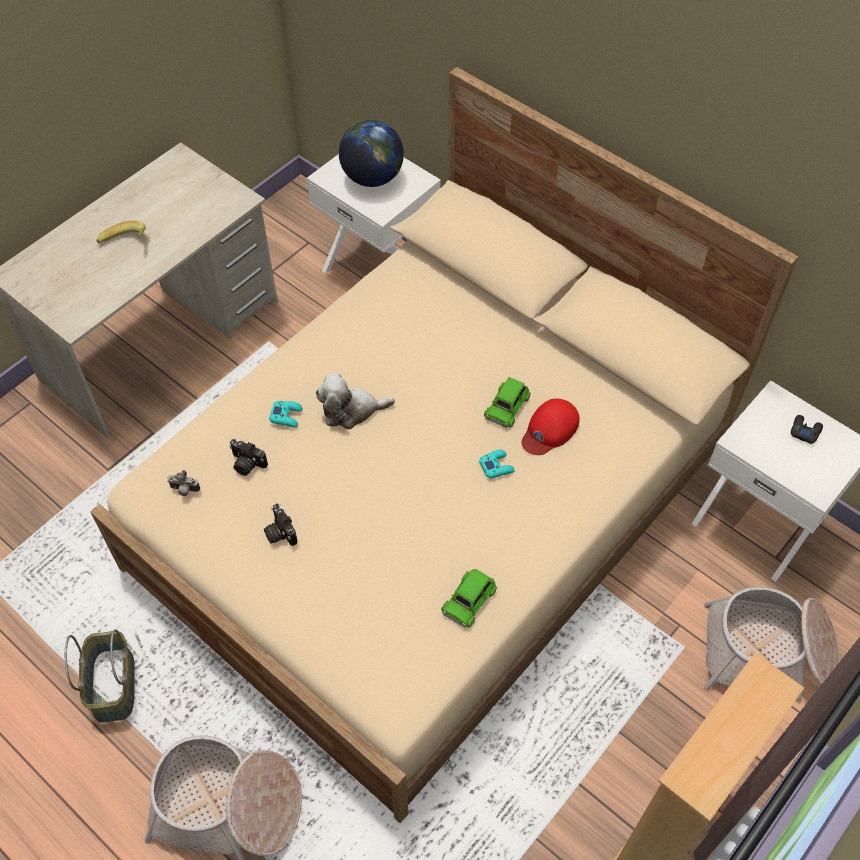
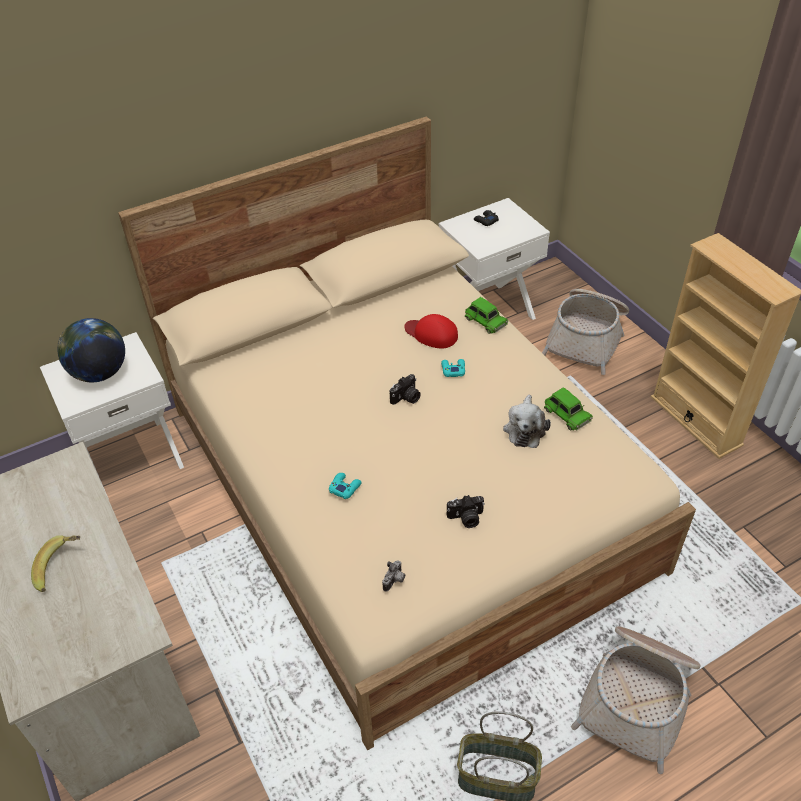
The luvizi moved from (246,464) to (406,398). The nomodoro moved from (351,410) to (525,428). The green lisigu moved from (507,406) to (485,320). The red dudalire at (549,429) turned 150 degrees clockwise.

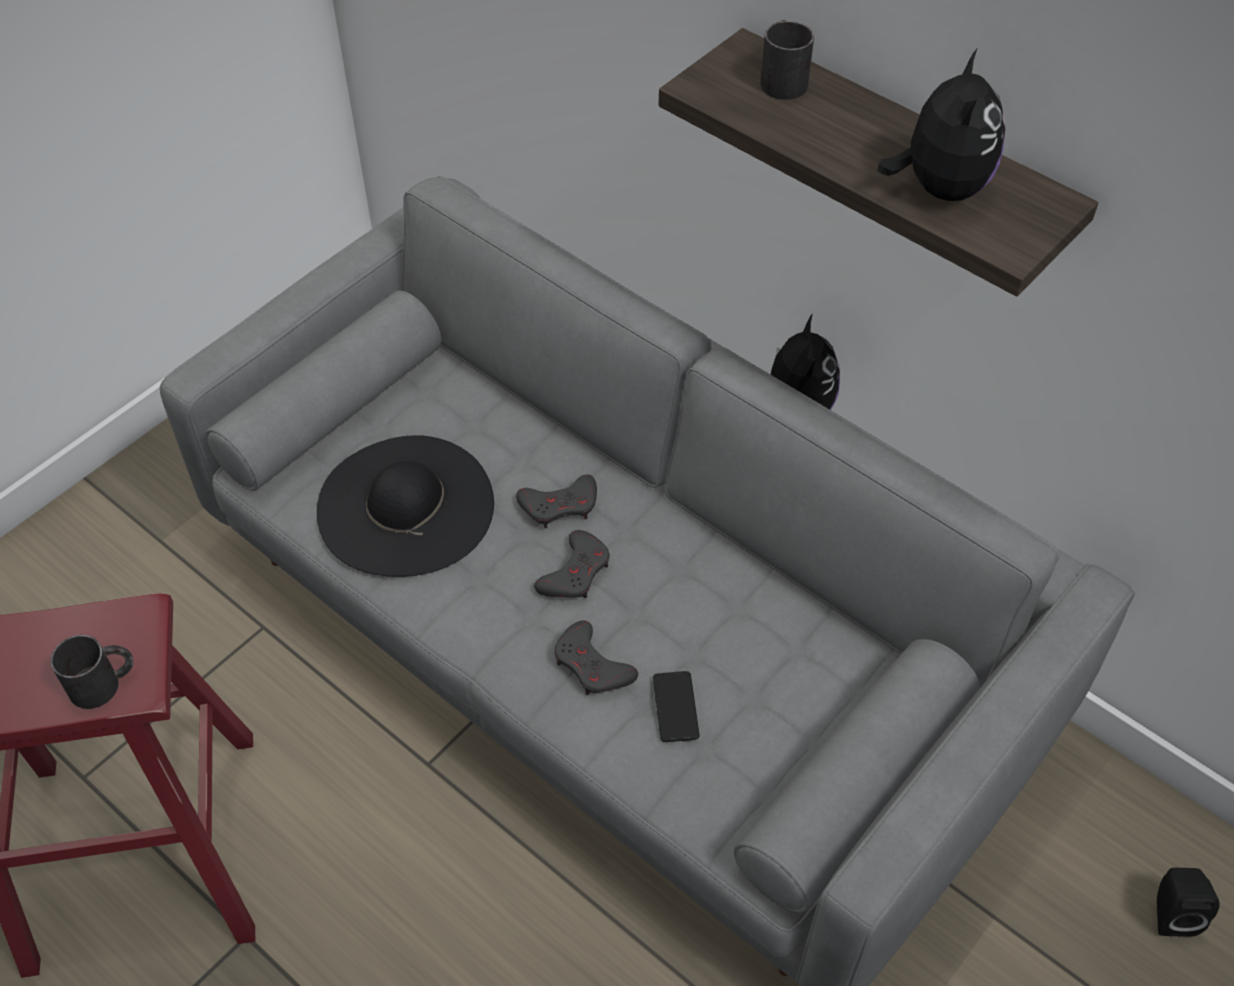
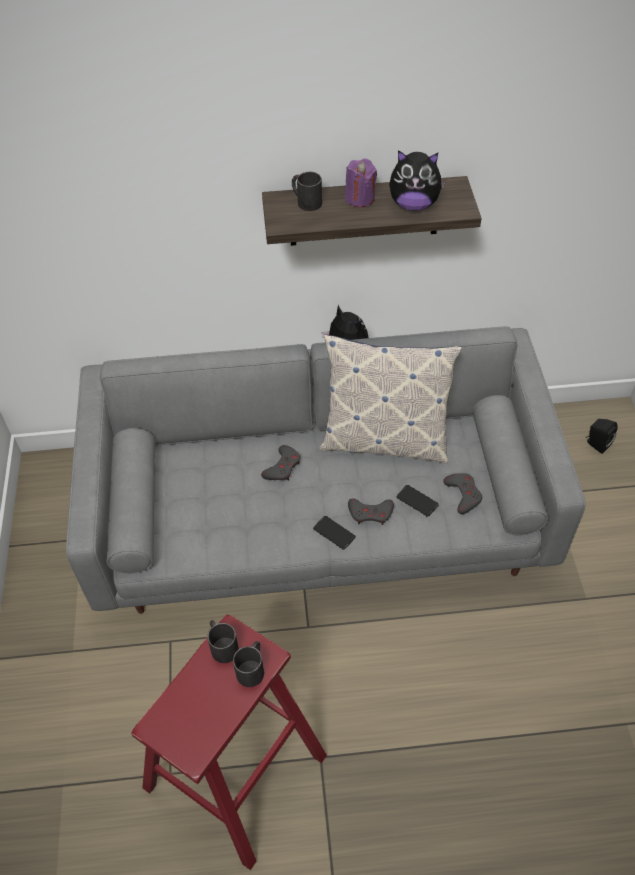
The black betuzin at (405,506) disappeared. The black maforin at (222,645) appeared. The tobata at (334,533) appeared. The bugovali at (384,440) appeared. The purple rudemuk at (360,198) appeared. The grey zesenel moved from (575,572) to (463,494). The nomodoro at (939,187) turned 135 degrees clockwise.

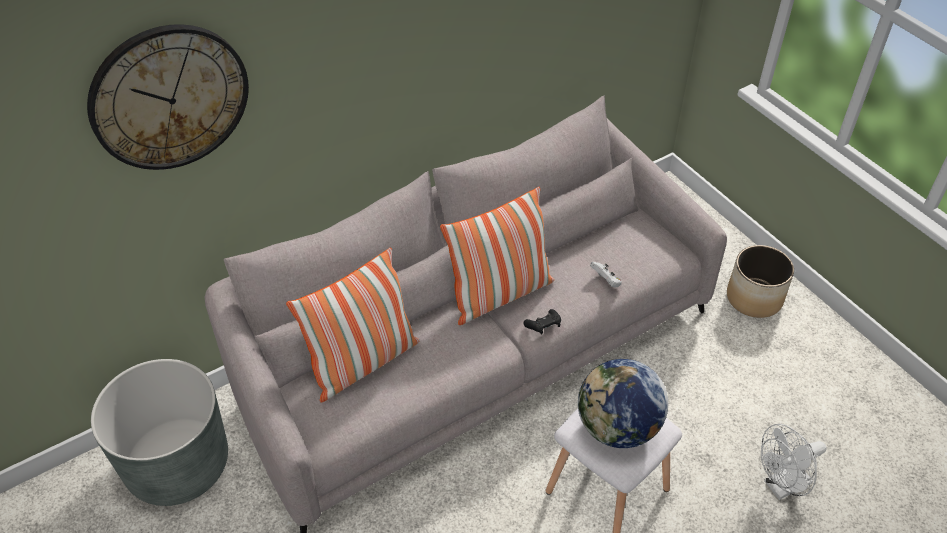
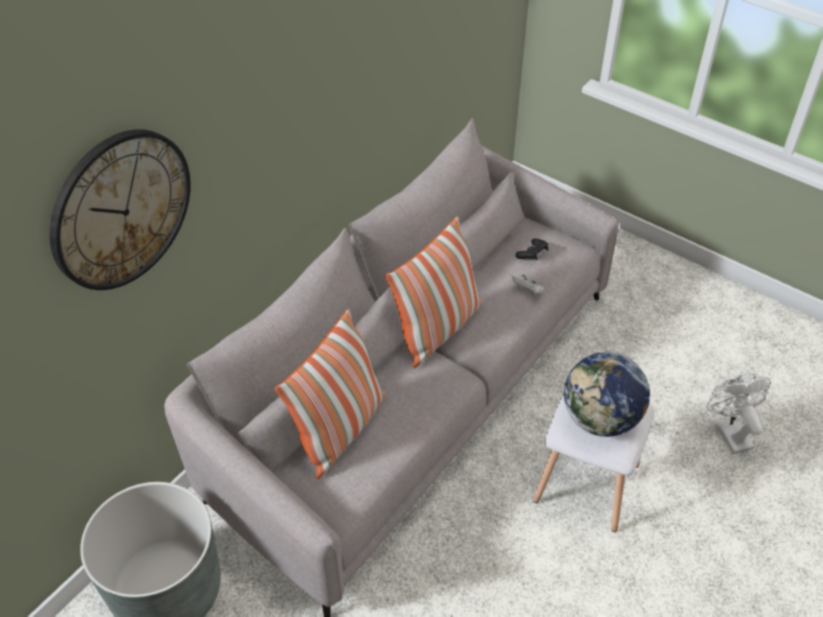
The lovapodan at (754,298) disappeared. The black zesenel moved from (543,326) to (532,254). The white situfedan at (782,486) turned 120 degrees clockwise.

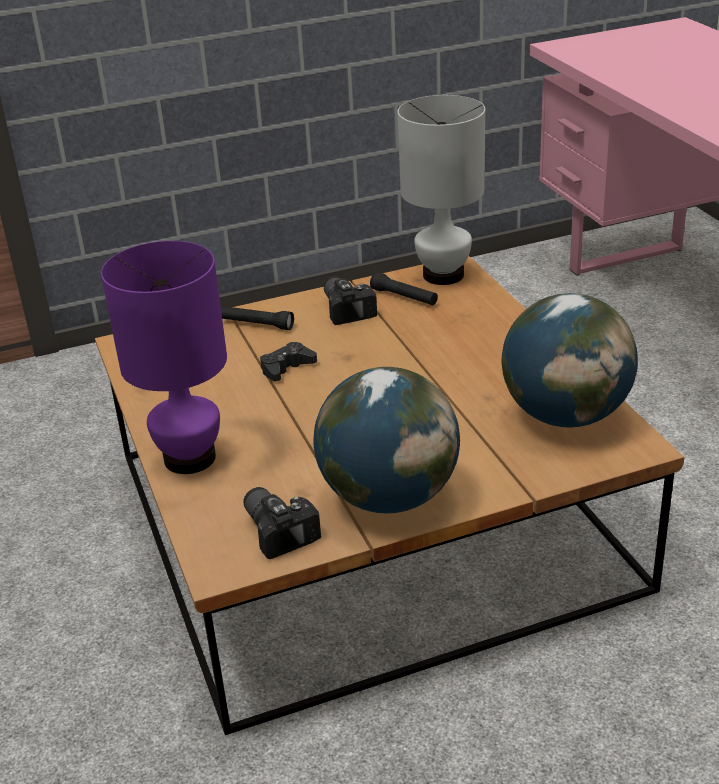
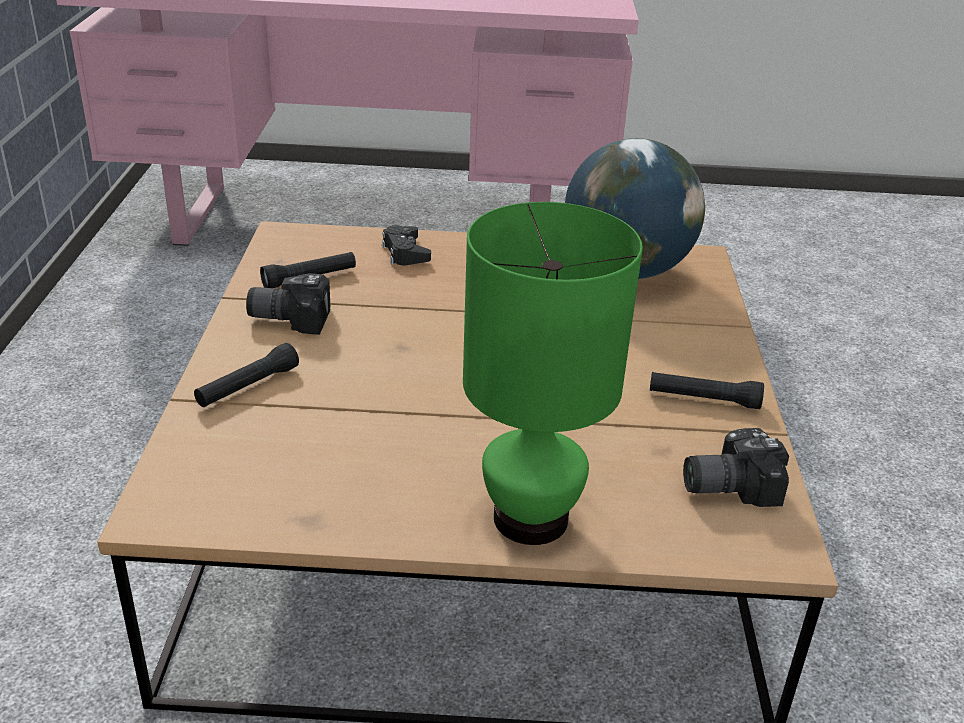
The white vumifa at (444,275) disappeared. The black zesenel moved from (287,368) to (405,252). The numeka at (388,497) was replaced by the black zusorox at (703,399). The purple vumifa at (188,459) became the green vumifa at (531,520).

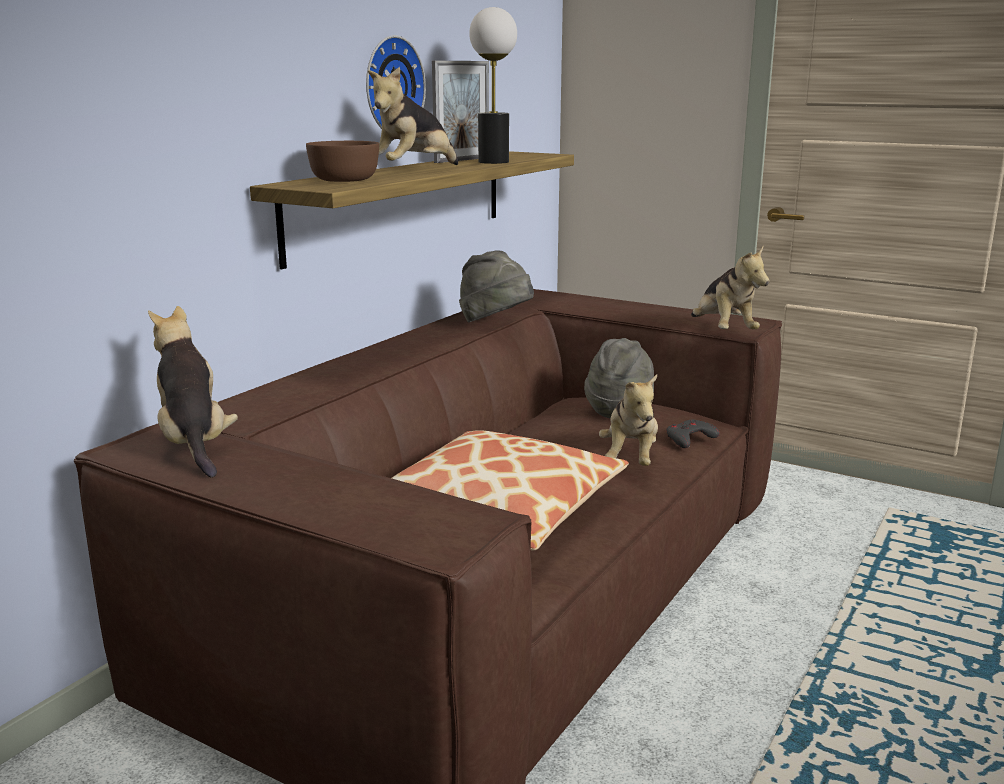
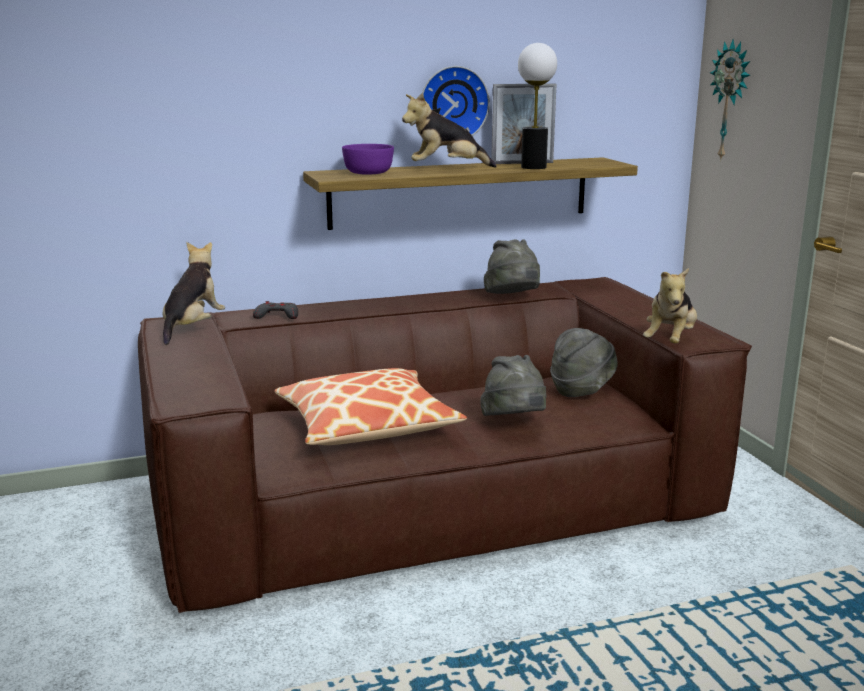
The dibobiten at (731,101) appeared. The grey zesenel moved from (689,439) to (277,315). The nomodoro at (631,459) was replaced by the grey betuzin at (514,423). The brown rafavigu at (345,180) became the purple rafavigu at (368,172).

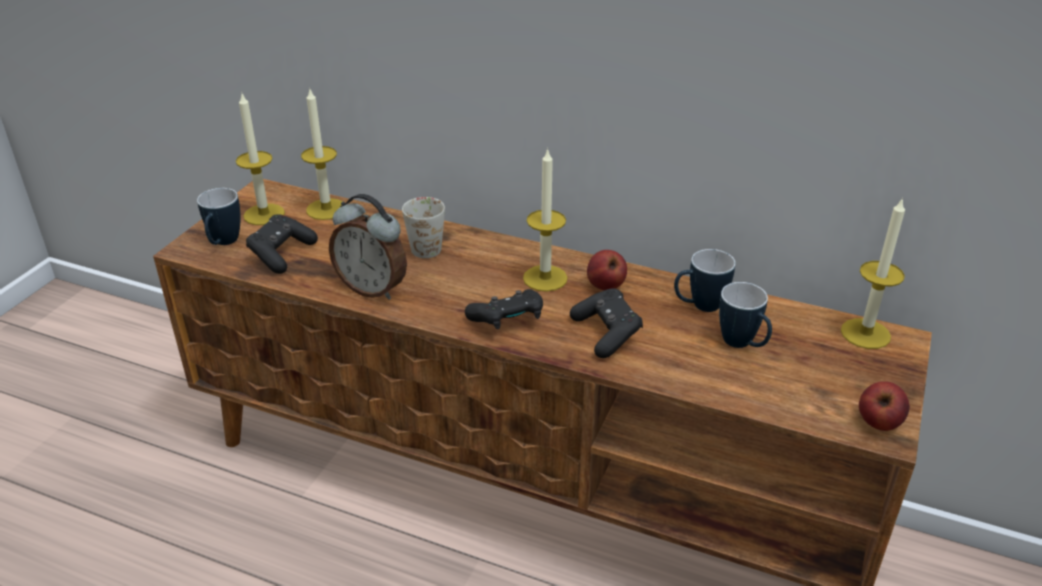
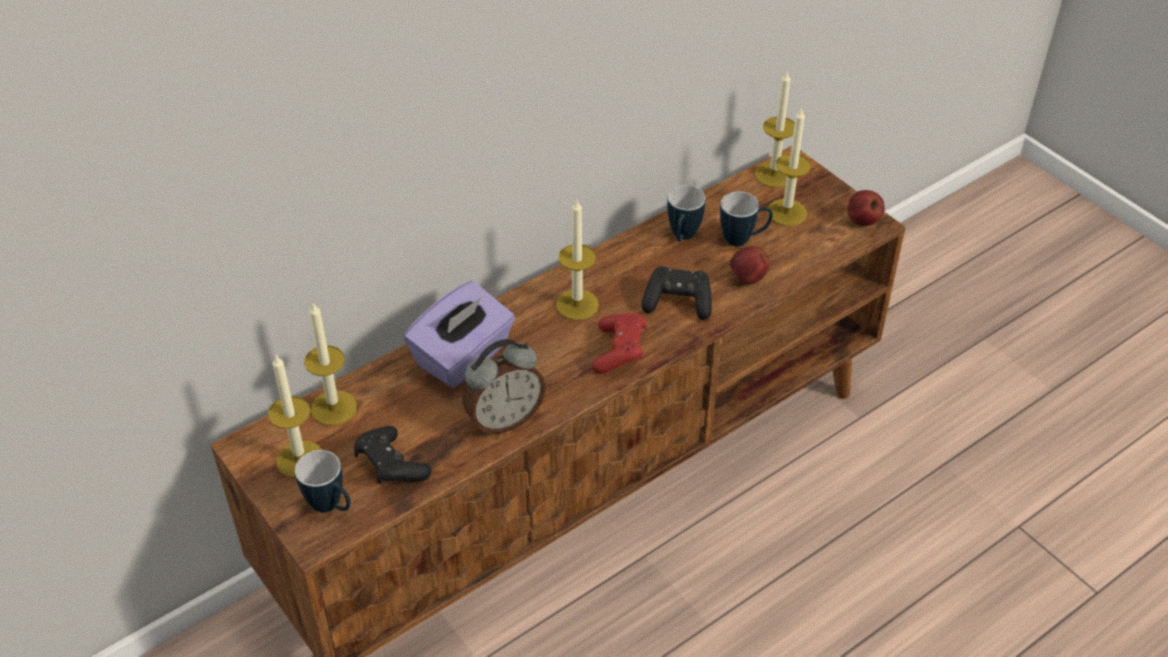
The rudemuk at (786,212) appeared. The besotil moved from (605,286) to (747,279). The white maforin at (428,244) was replaced by the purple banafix at (463,357). The black zesenel at (507,321) became the red zesenel at (619,352).

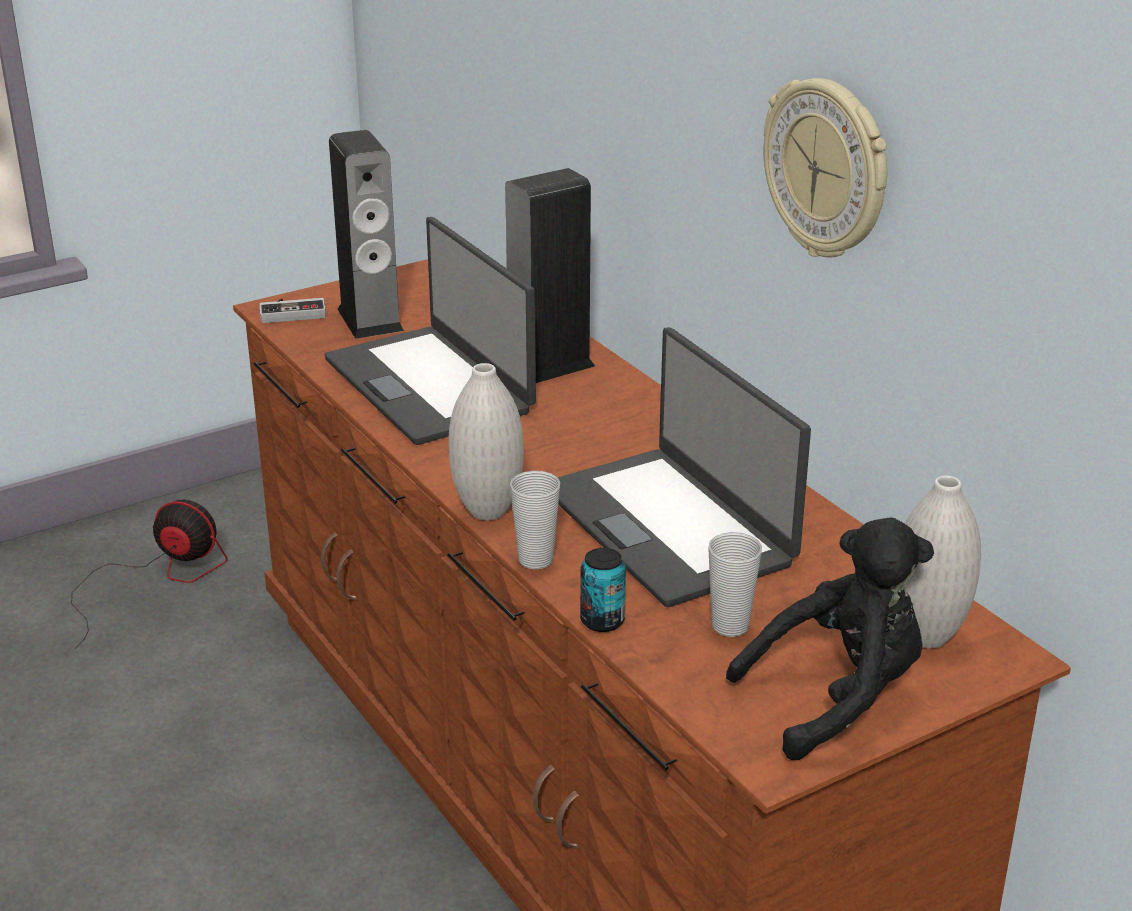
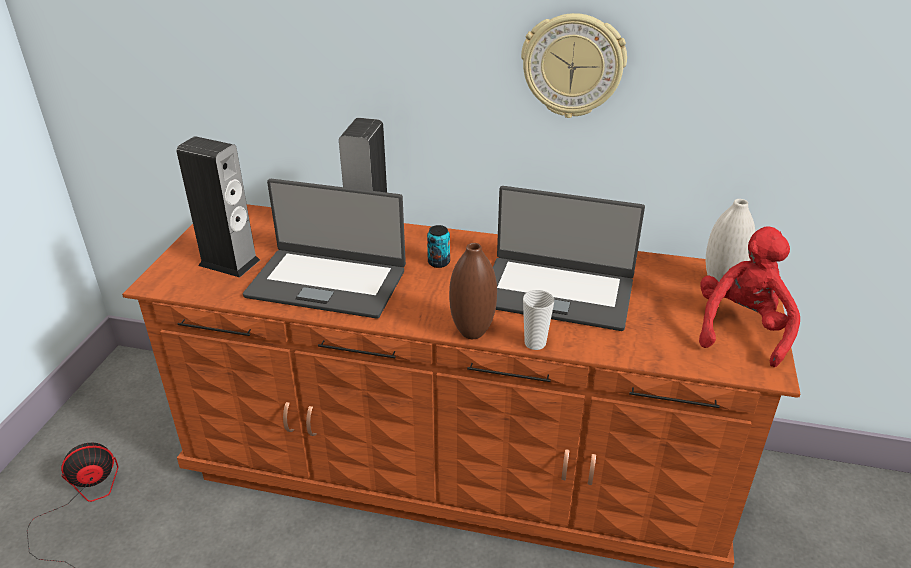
The zesenel at (292,312) disappeared. The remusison at (730,626) disappeared. The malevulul moved from (602,621) to (438,262). The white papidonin at (488,511) became the brown papidonin at (472,332). The black nomodoro at (837,698) became the red nomodoro at (741,329).

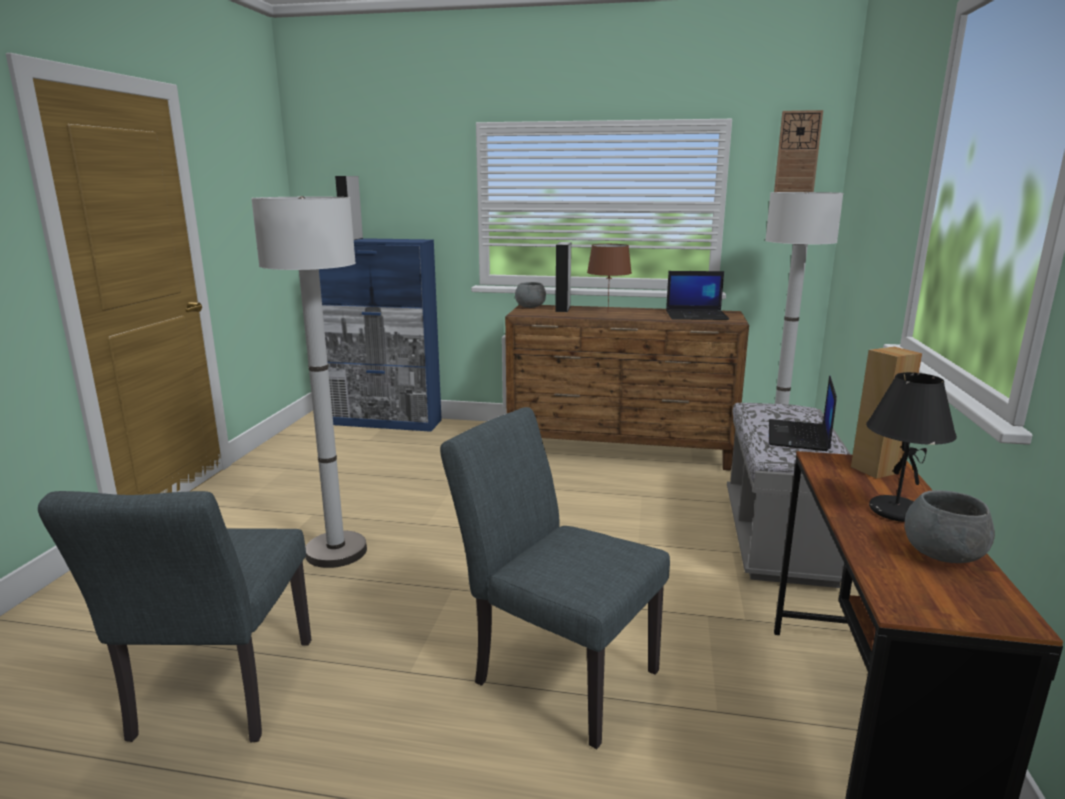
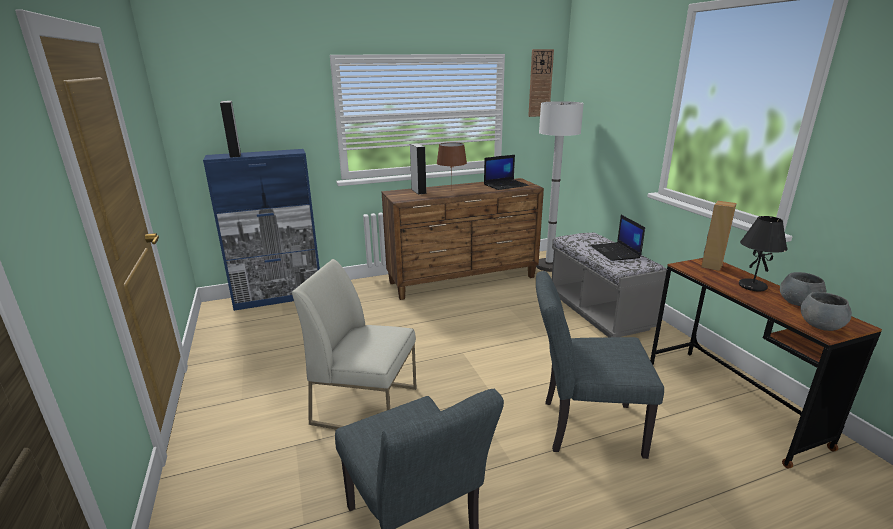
The grey rafavigu moved from (530,307) to (821,326). The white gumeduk at (336,551) was replaced by the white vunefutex at (366,405).

